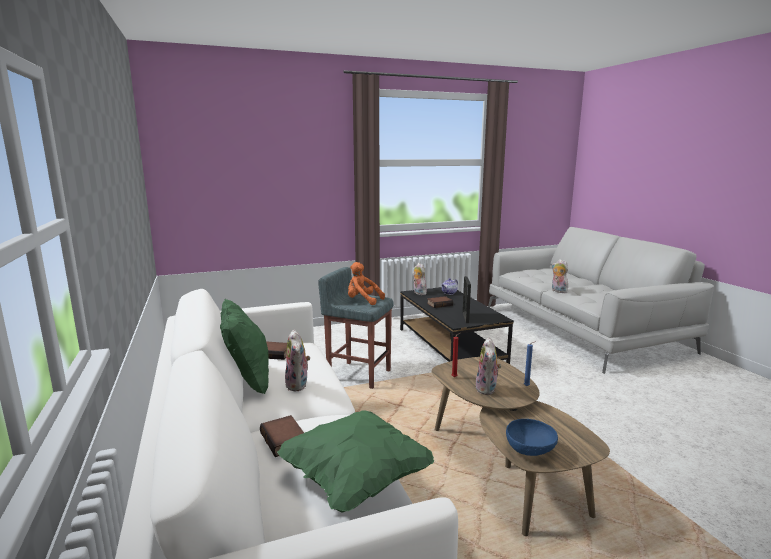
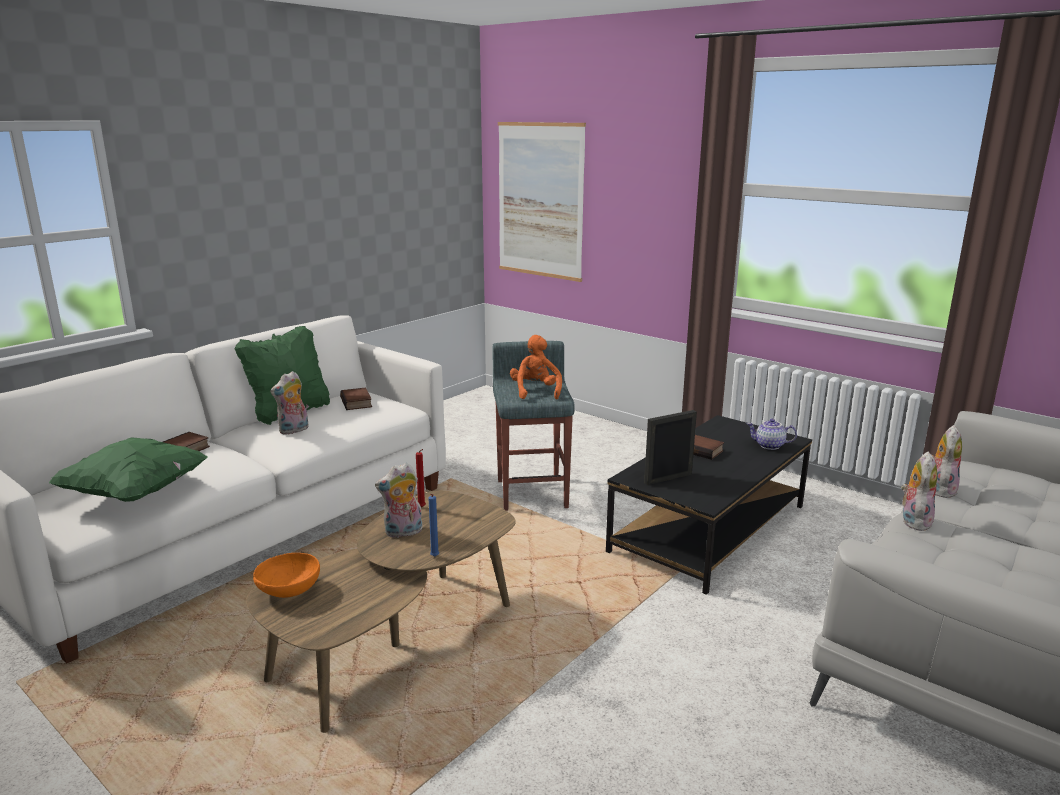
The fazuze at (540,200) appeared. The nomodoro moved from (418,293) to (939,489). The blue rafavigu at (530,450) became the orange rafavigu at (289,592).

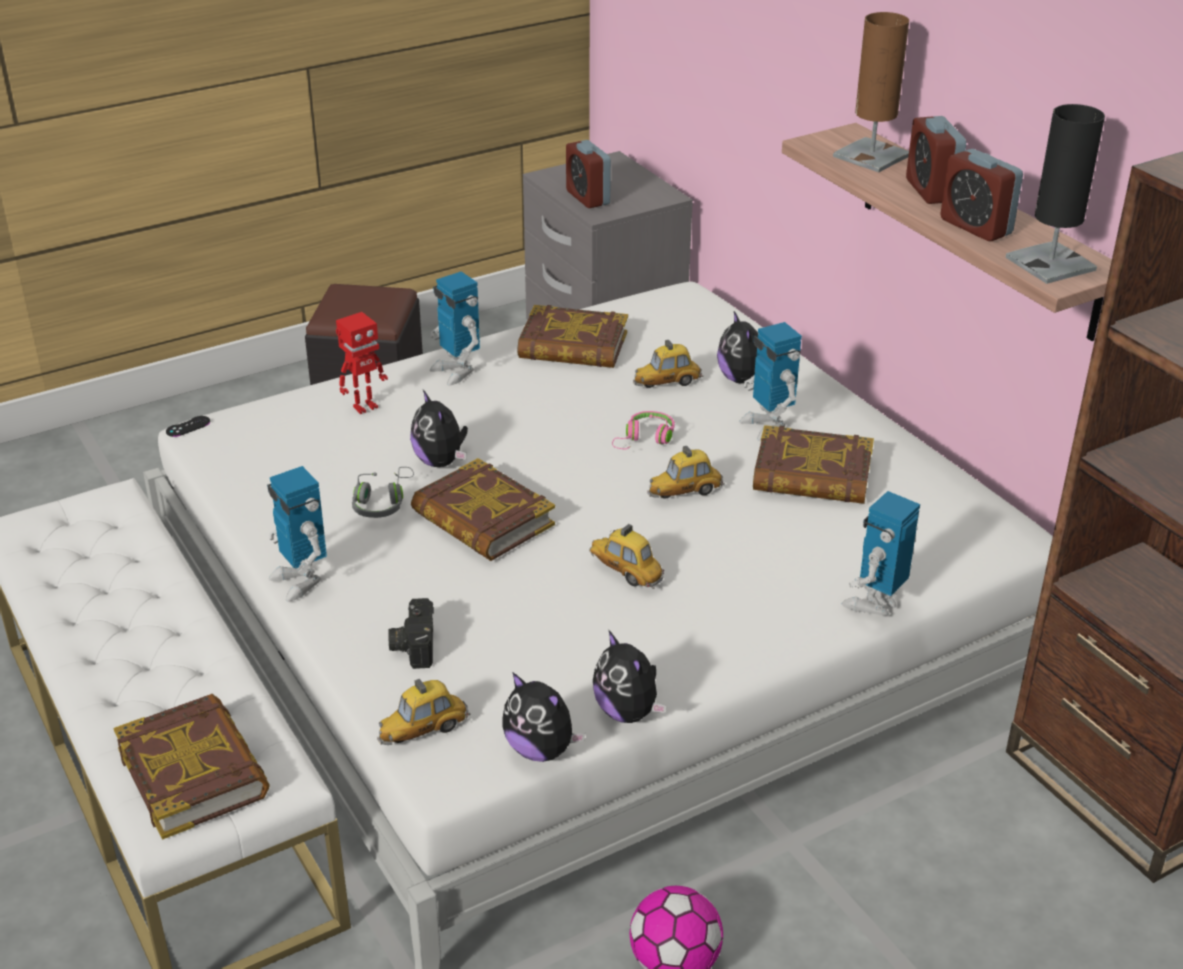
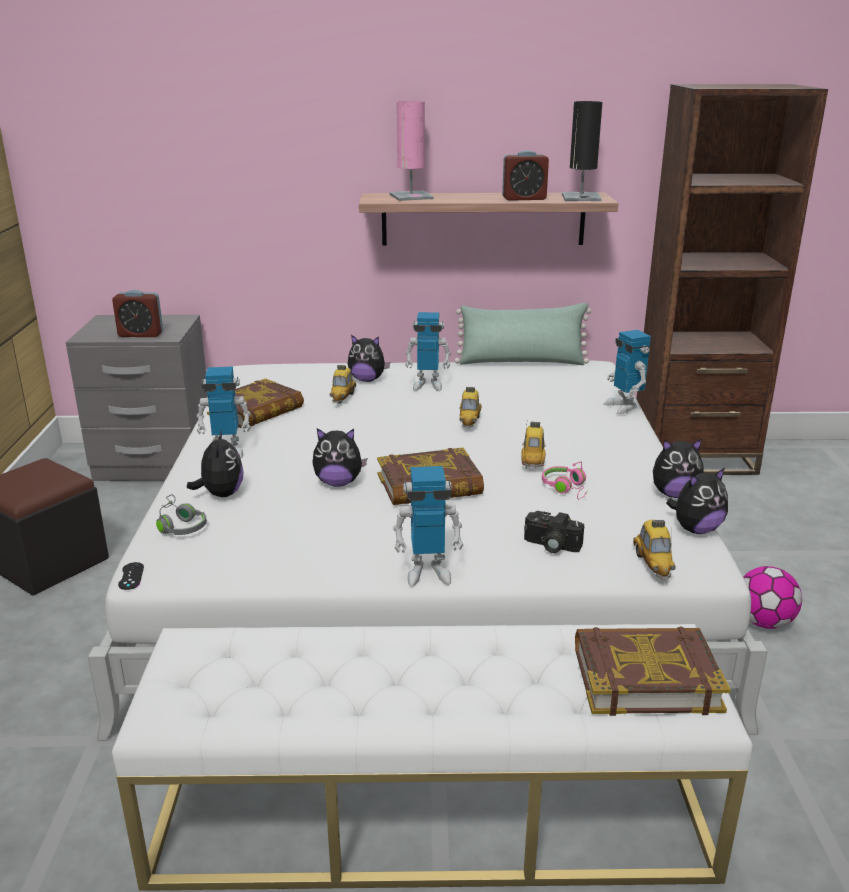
The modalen at (812,475) disappeared. The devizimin at (931,191) disappeared. The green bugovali at (521,362) appeared. The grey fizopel moved from (382,502) to (180,525). The pink fizopel moved from (645,439) to (566,488). The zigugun at (364,407) was replaced by the nomodoro at (221,494). The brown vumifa at (871,156) became the pink vumifa at (411,197). The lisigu at (625,572) turned 120 degrees clockwise.

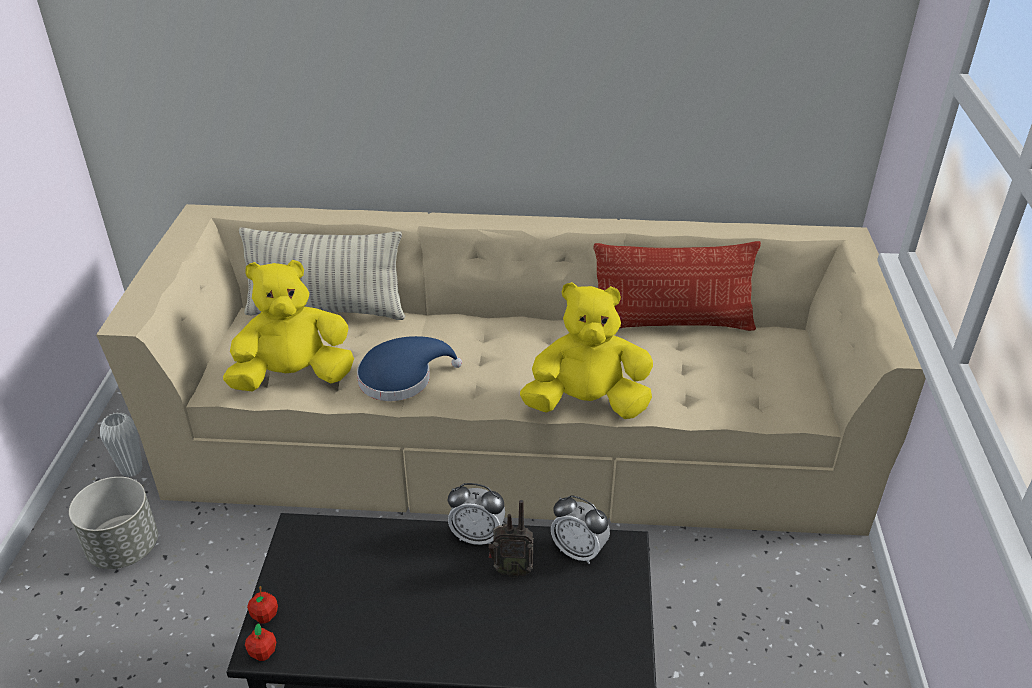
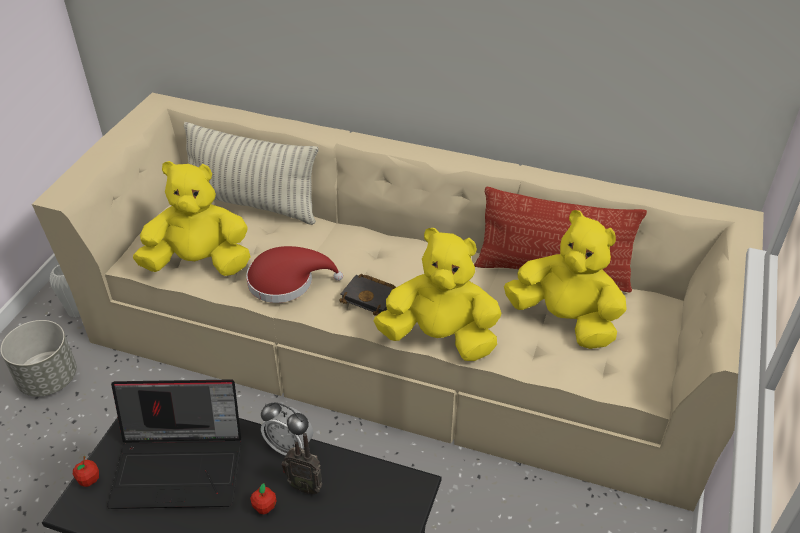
The devizimin at (579,551) disappeared. The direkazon at (181,465) appeared. The black modalen at (372,297) appeared. The yellow nomodoro at (564,320) appeared. The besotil moved from (263,653) to (265,507). The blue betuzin at (401,378) became the red betuzin at (286,281).

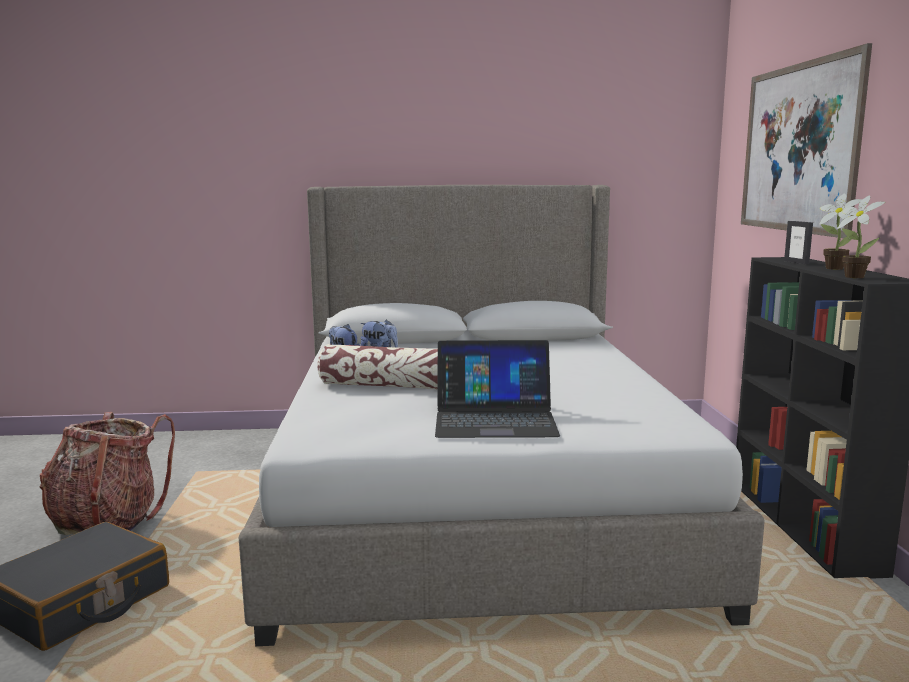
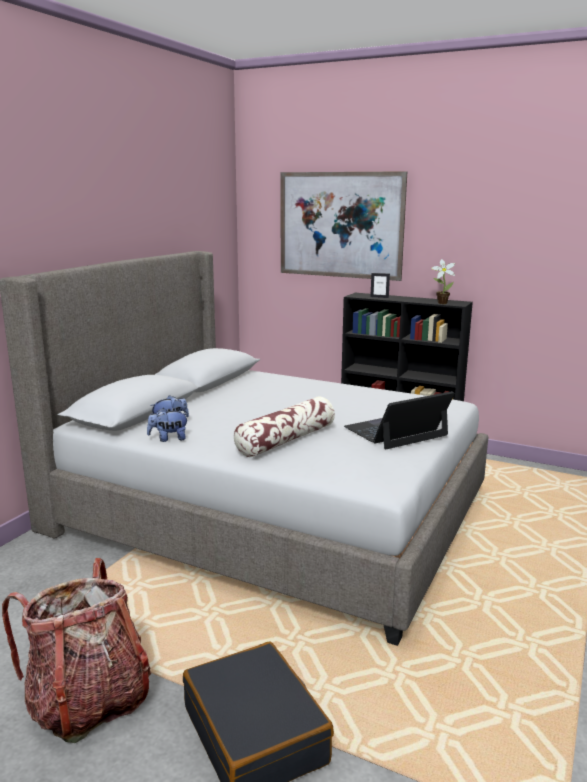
The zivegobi at (832,268) disappeared. The direkazon at (495,419) turned 150 degrees counterclockwise.

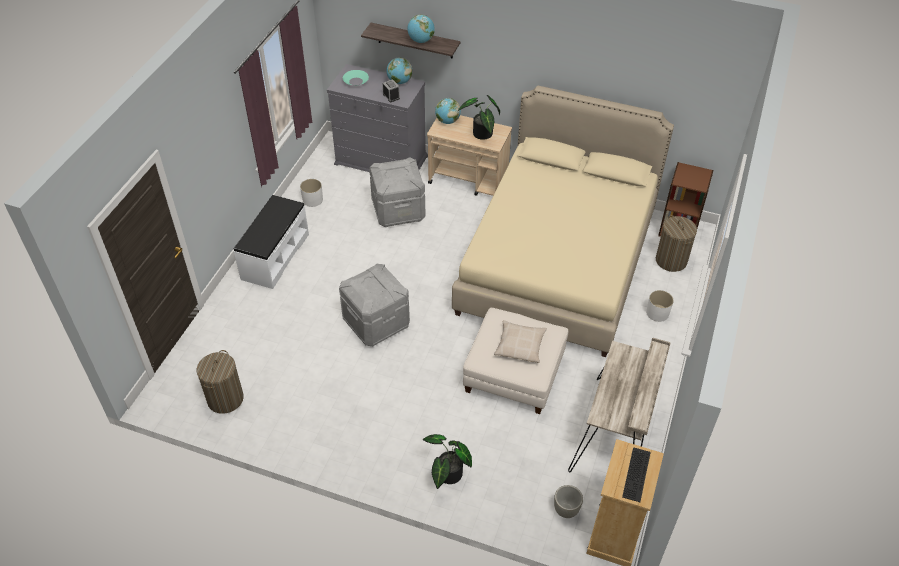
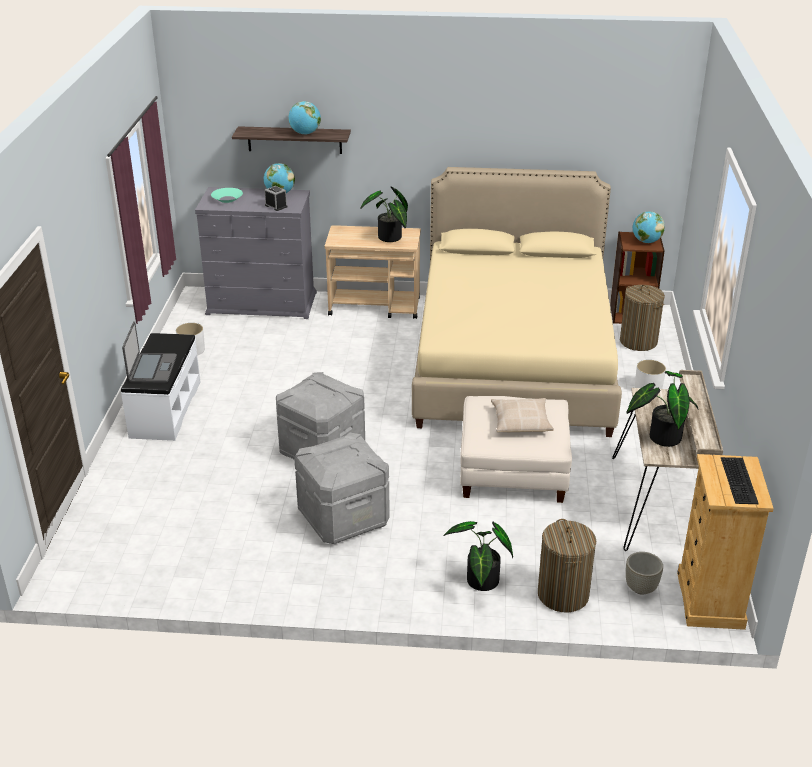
The direkazon at (152,369) appeared. The zivegobi at (661,436) appeared. The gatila moved from (225,398) to (563,594). The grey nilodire moved from (398,210) to (343,518). The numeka moved from (447,121) to (646,241).

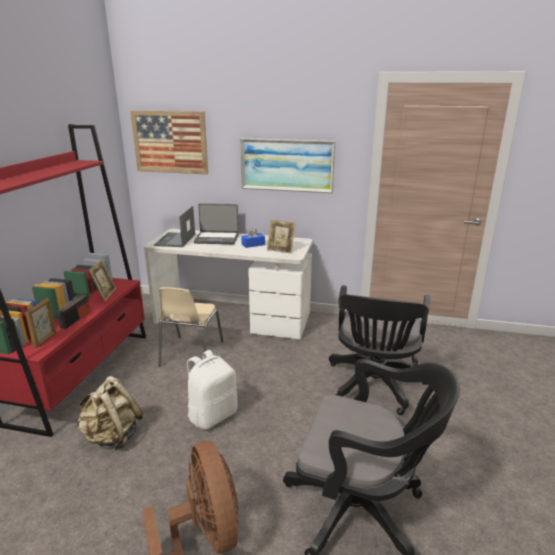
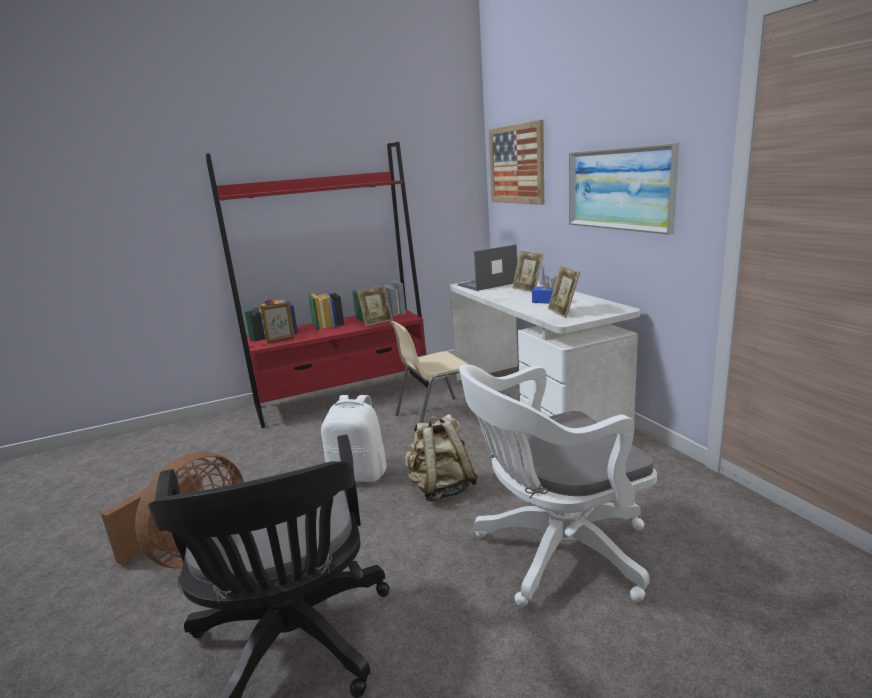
The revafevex at (75,319) disappeared. The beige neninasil moved from (112,436) to (441,488). The direkazon at (217,238) was replaced by the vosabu at (527,289). The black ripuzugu at (374,386) became the white ripuzugu at (554,553).

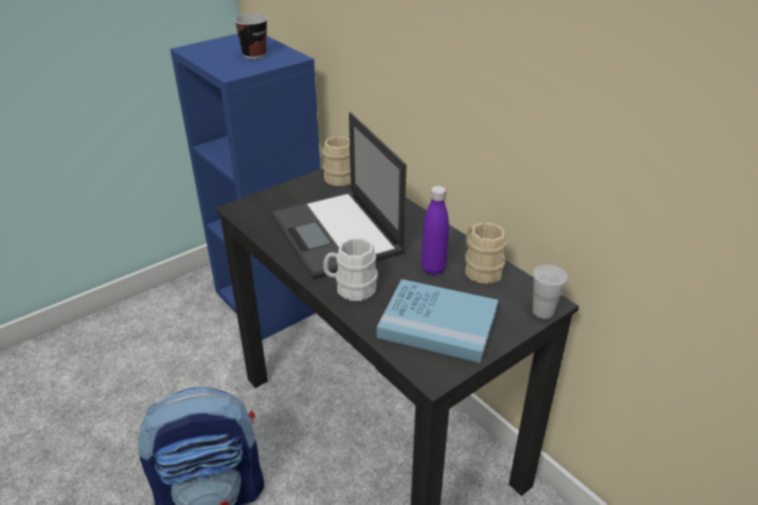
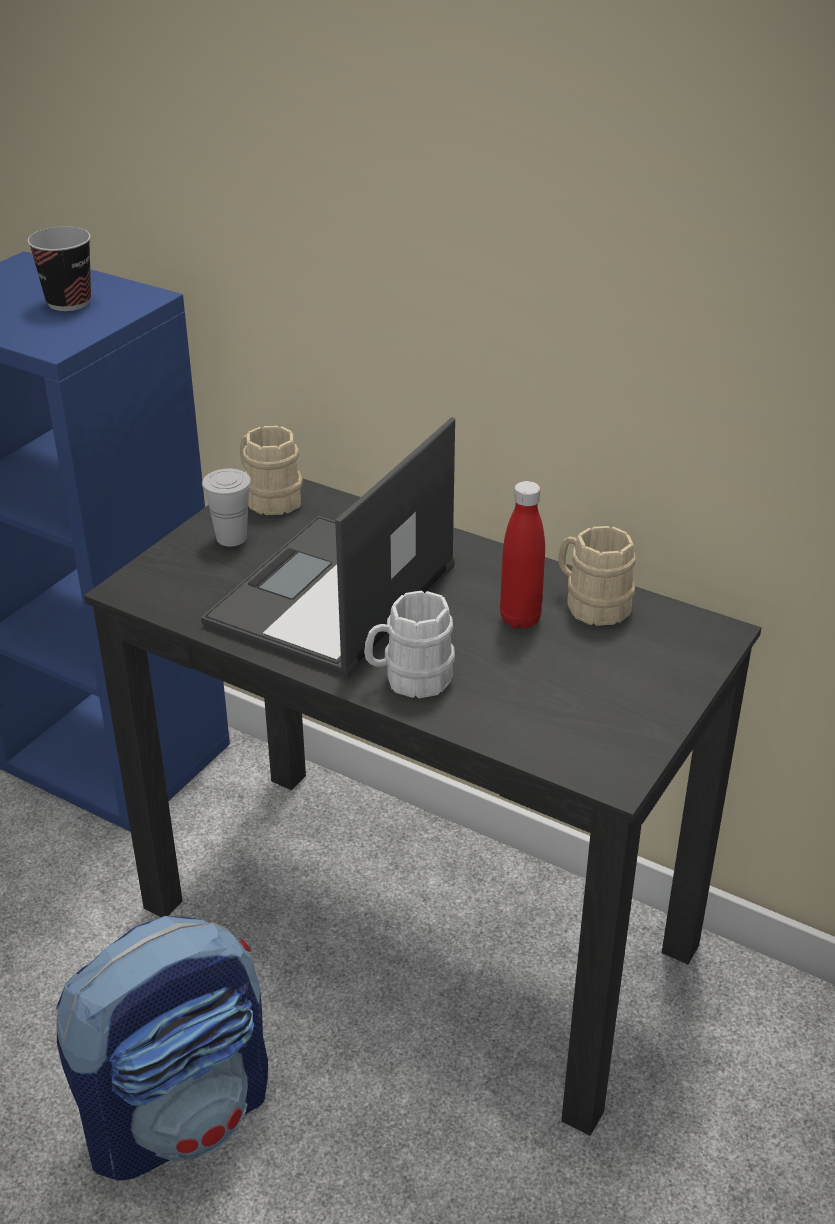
The blue modalen at (438,323) disappeared. The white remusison moved from (543,311) to (231,538). The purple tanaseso at (433,269) became the red tanaseso at (520,619). The direkazon at (337,234) turned 75 degrees clockwise.

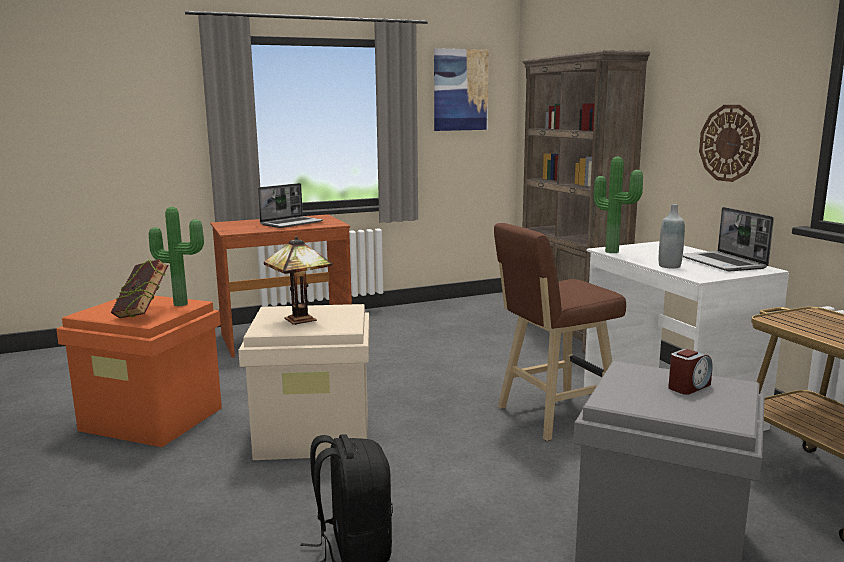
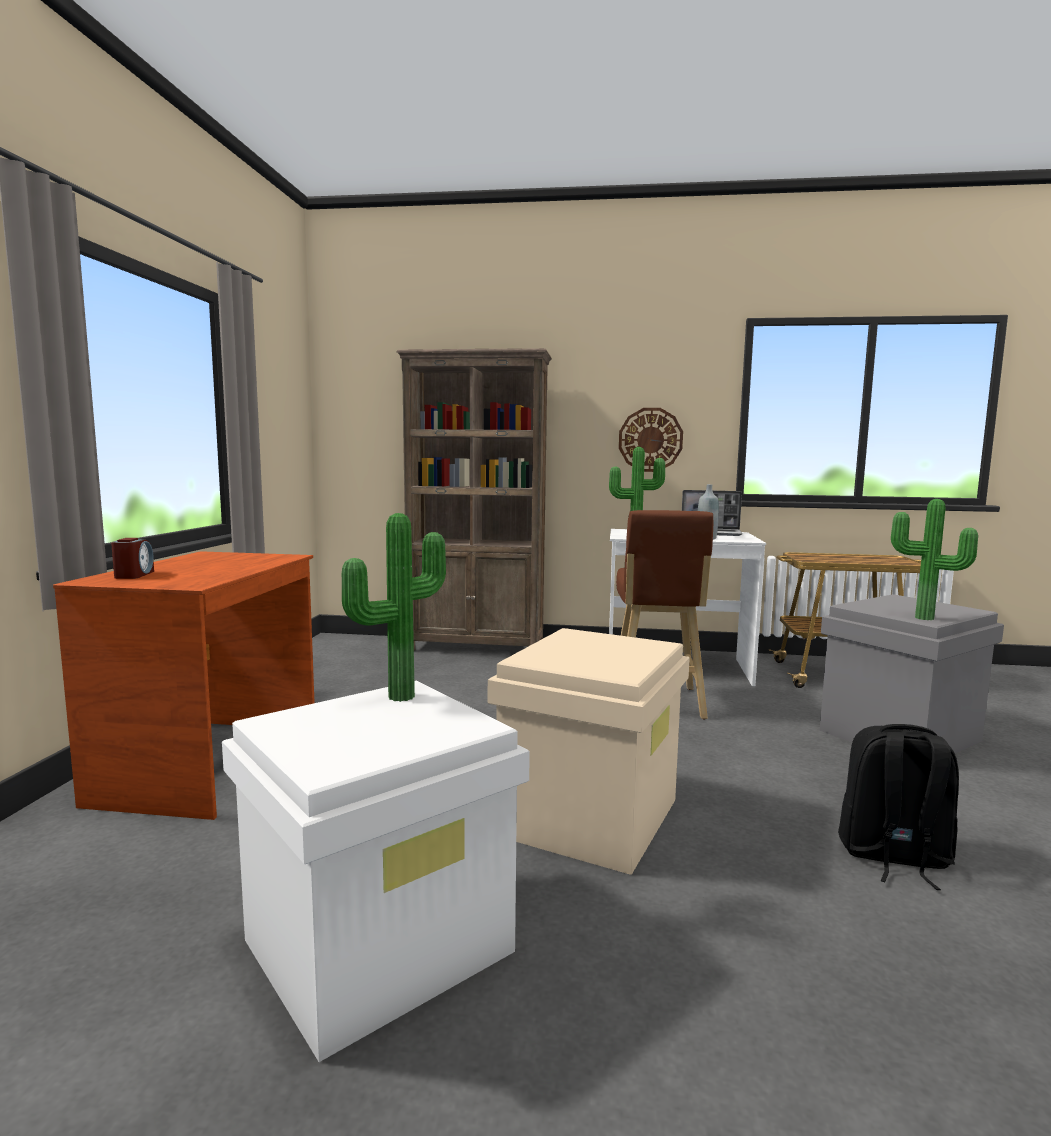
The modalen at (143,316) disappeared. The direkazon at (292,223) disappeared. The vumifa at (302,320) disappeared. The fazuze at (460,90) disappeared. The zivegobi at (924,619) appeared. The devizimin moved from (688,387) to (134,575). The orange nilodire at (153,419) became the white nilodire at (380,944).

